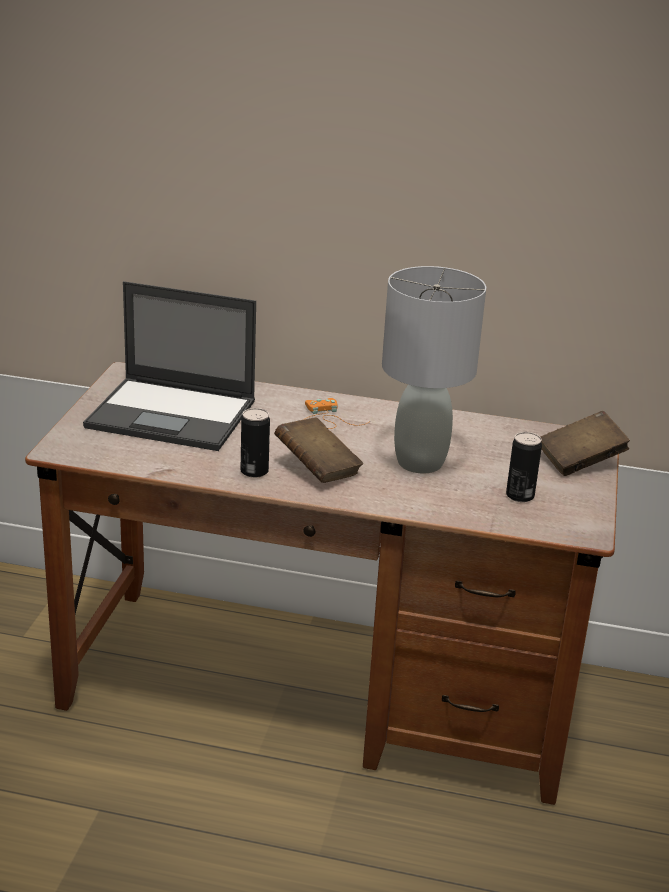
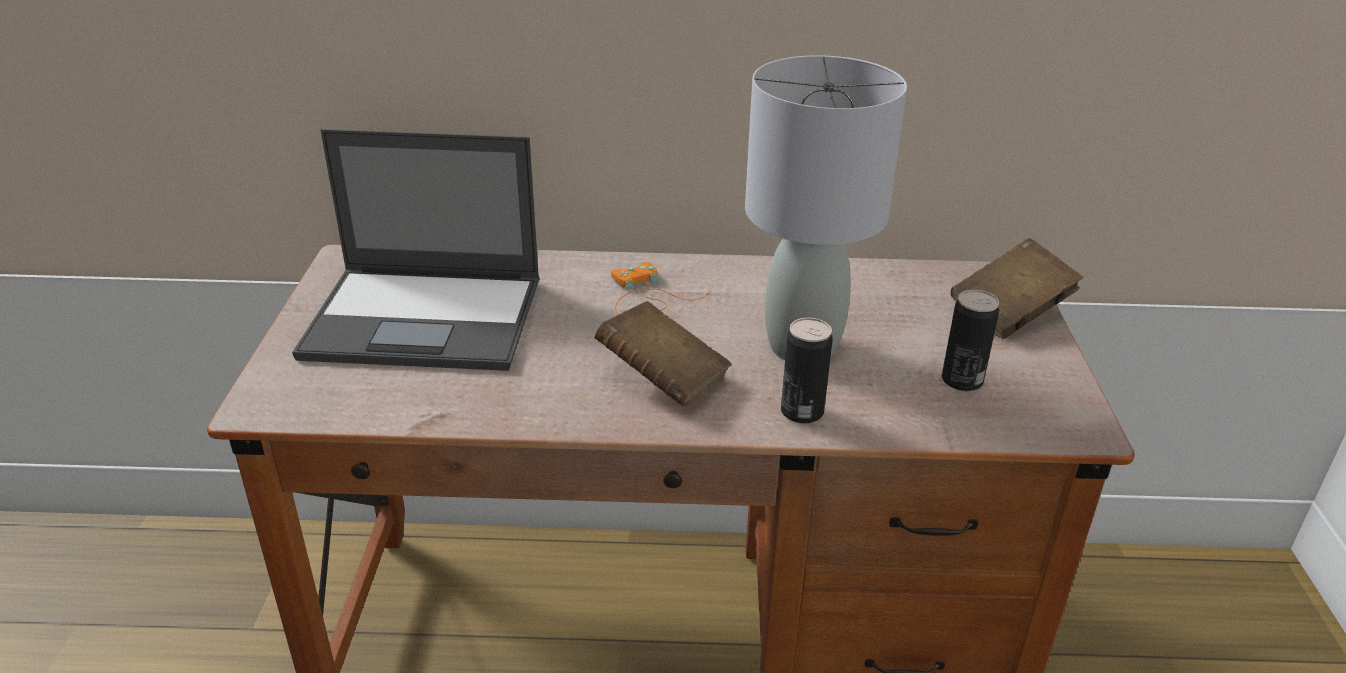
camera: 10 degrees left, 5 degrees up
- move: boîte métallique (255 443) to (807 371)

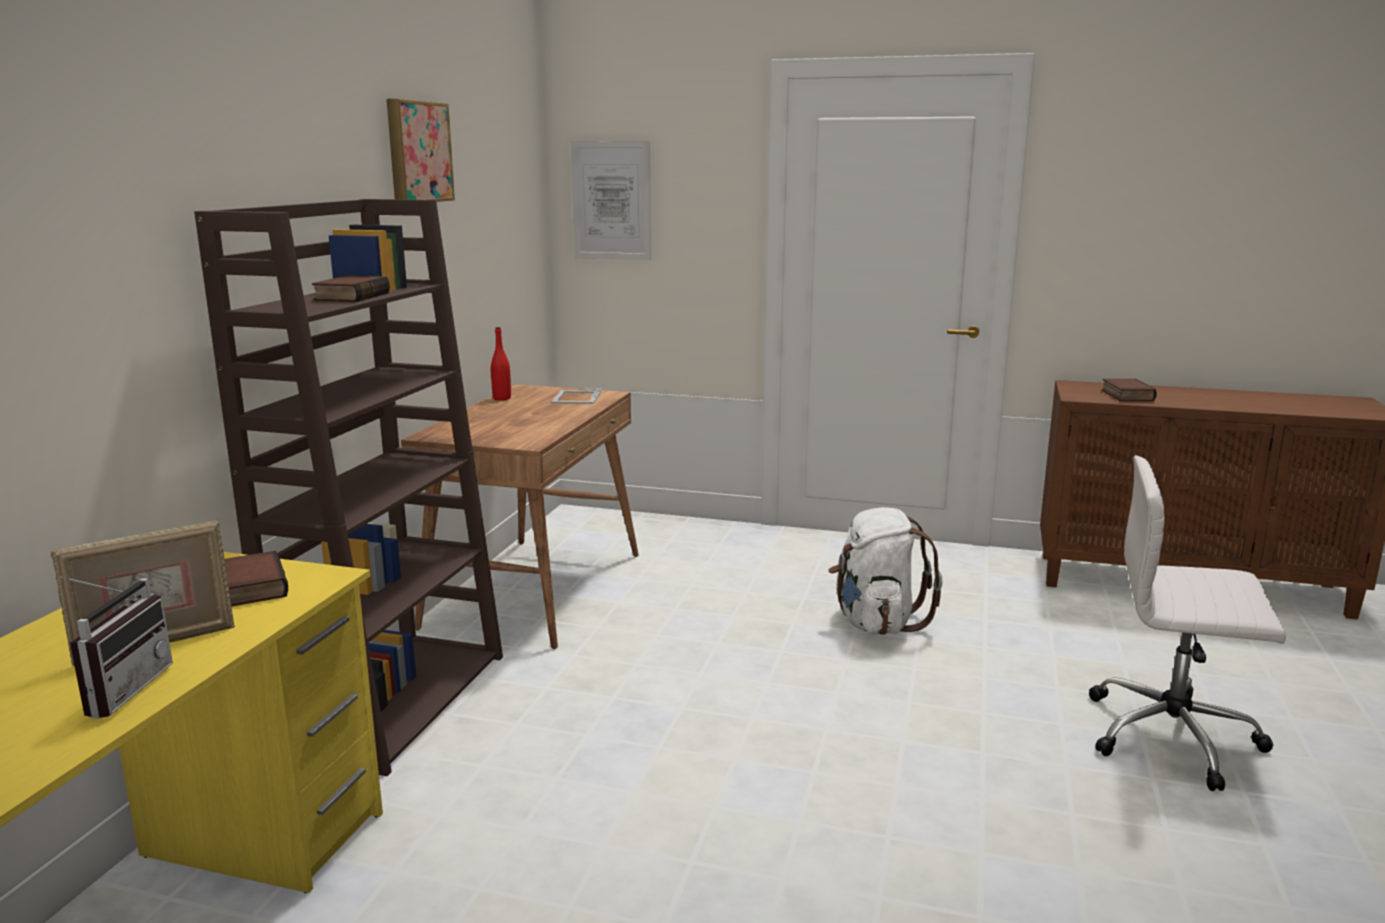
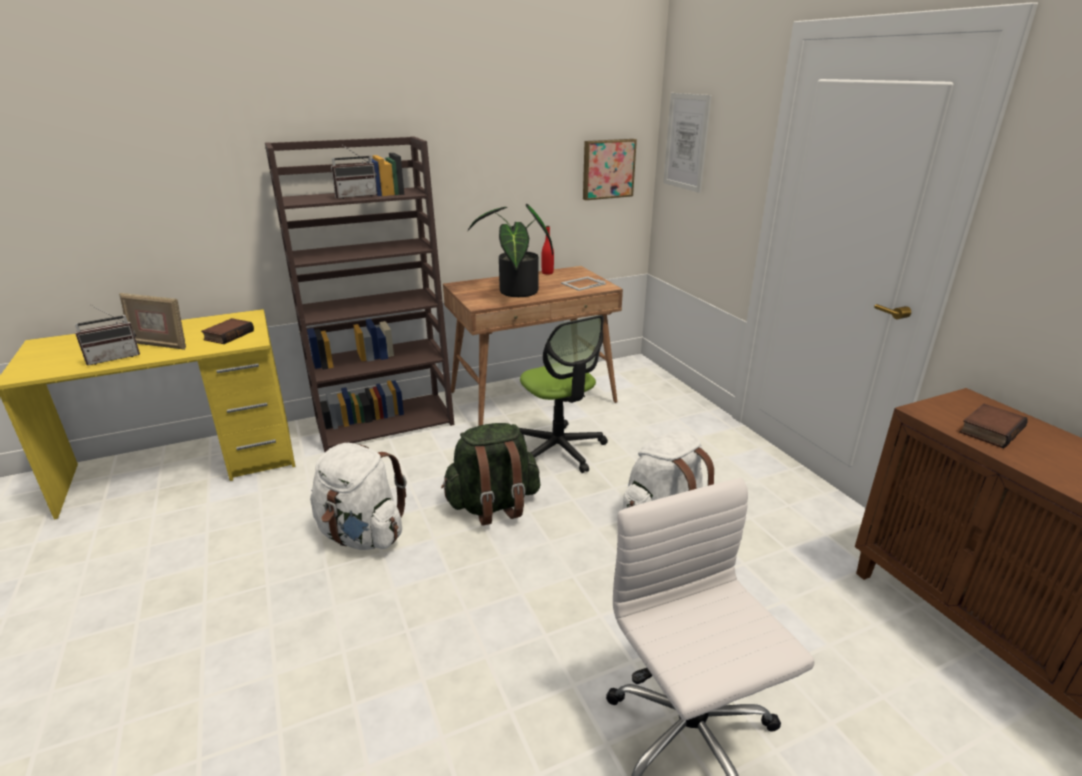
camera: 50 degrees right, 10 degrees up
- insert: sac à dos [blanc] (358 496)
- replace: livre (351 289) to radio (354 172)
- insert: sac à dos [vert] (491 474)
- insert: plante en pot (510 250)
- insert: chaise de bureau (563 394)
- move: tableau (421 150) to (610 169)

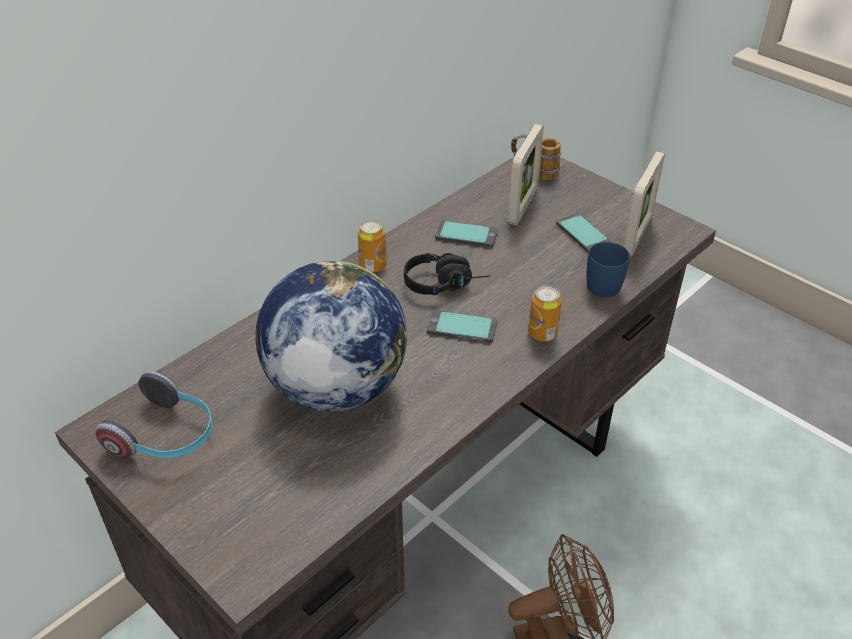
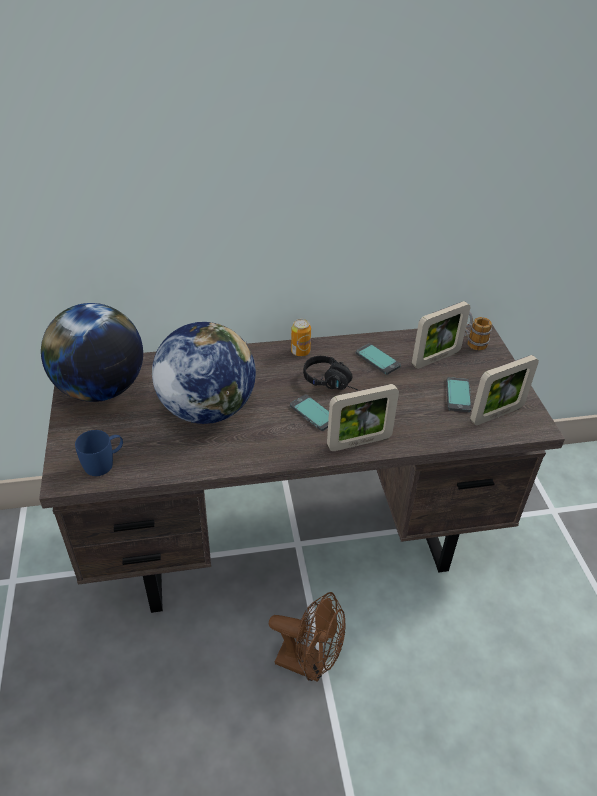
camera: 35 degrees right, 0 degrees up
- replace: casque audio (153 415) to globe (92 352)
- move: mug [bleu] (608 269) to (99 453)
- replace: boîte métallique (545 313) to cadre photo (363 417)

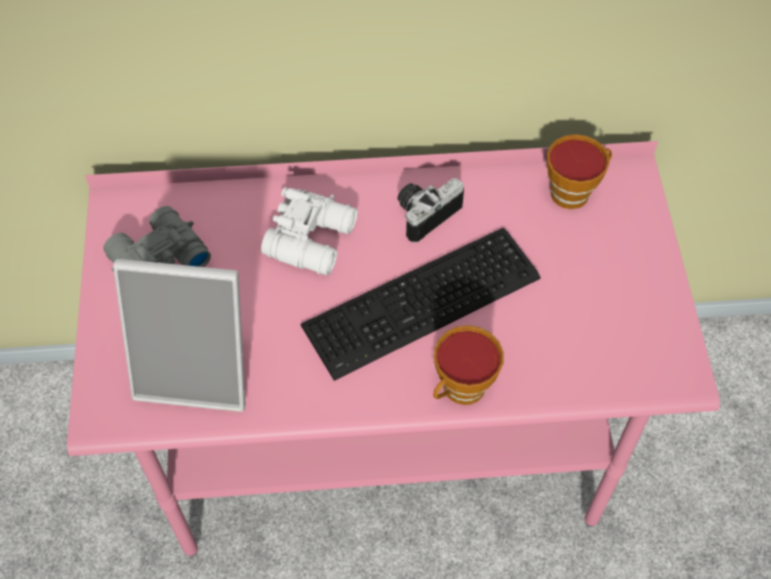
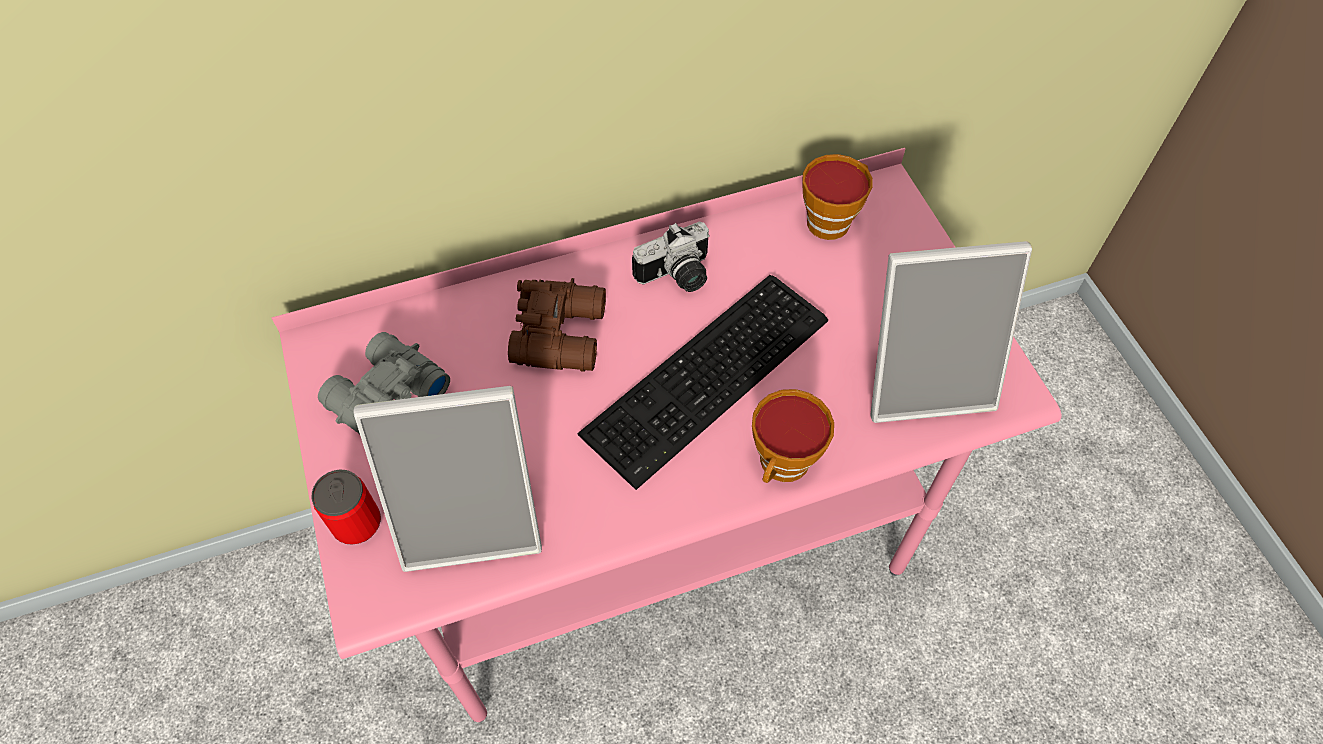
camera: 15 degrees left, 0 degrees up
- insert: boîte métallique (346 507)
- recolor: jumelles [blanc] (309 231) to jumelles [marron] (557 325)
- rotate: appareil photo (431 210) = (671 257) 150 degrees counterclockwise
- insert: cadre photo (951 332)

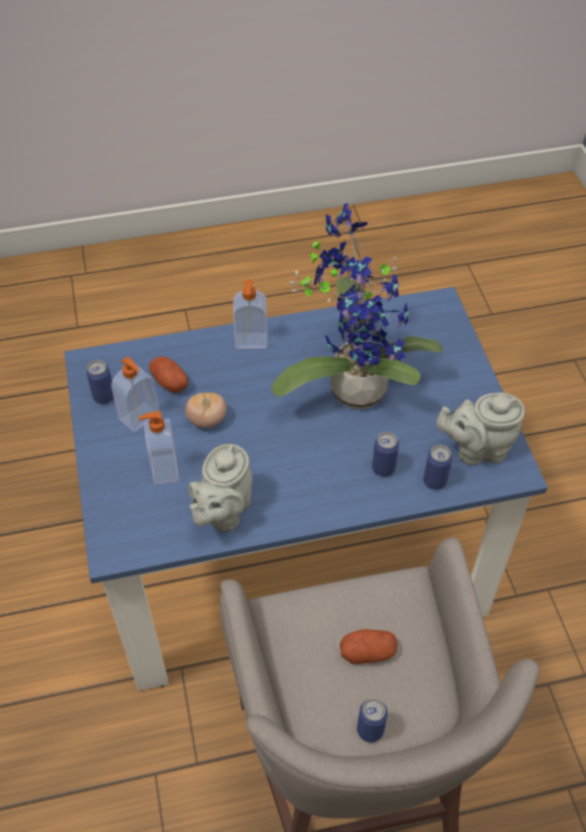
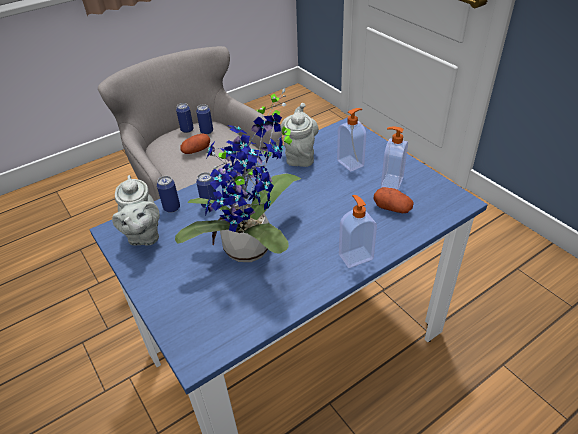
camera: 160 degrees right, 10 degrees down
- rotate: théière [gris] (480 429) = (136 210) 105 degrees clockwise
- move: boîte métallique (100 382) to (204 119)
- delete: tomate (206 410)

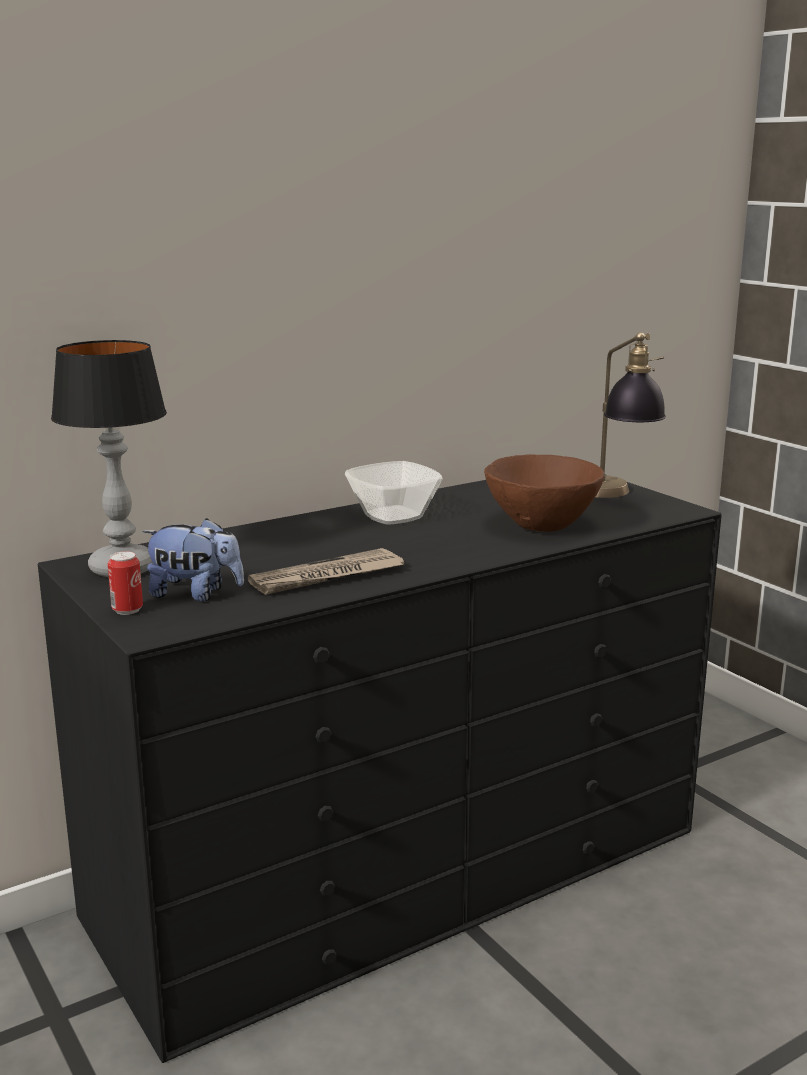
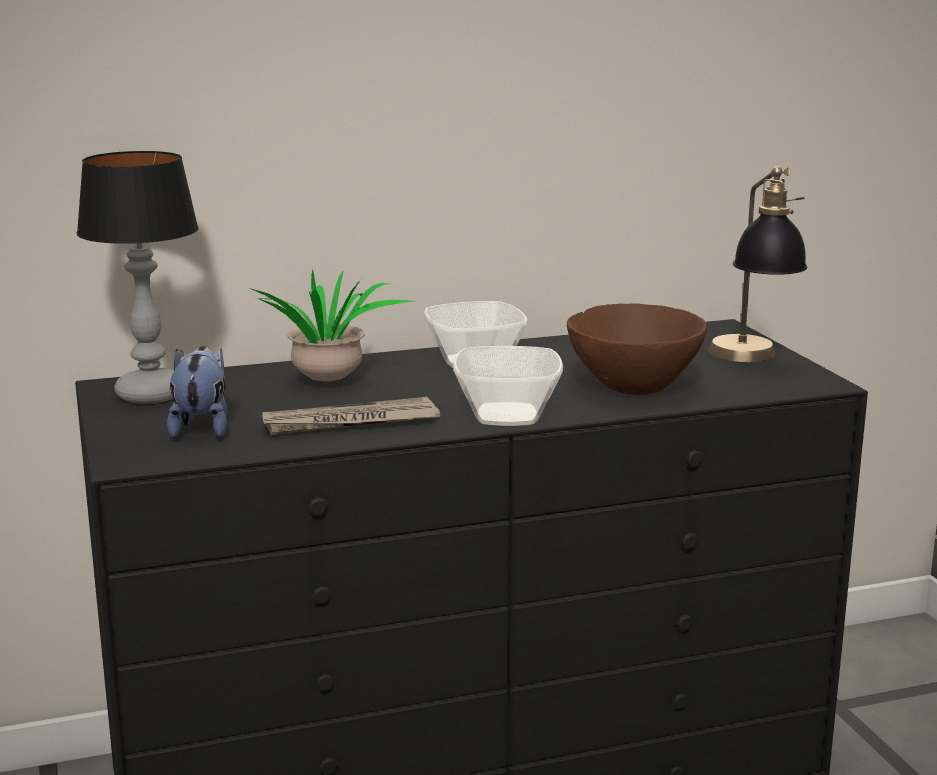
camera: 15 degrees right, 0 degrees up
- rotate: peluche (193 559) = (197 392) 120 degrees counterclockwise
- insert: plante en pot (331 325)
- insert: bol (508 386)
- delete: boîte métallique (125 583)

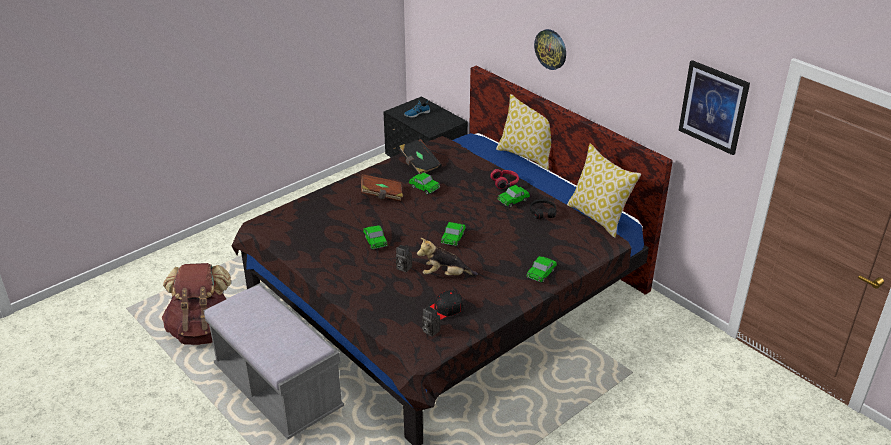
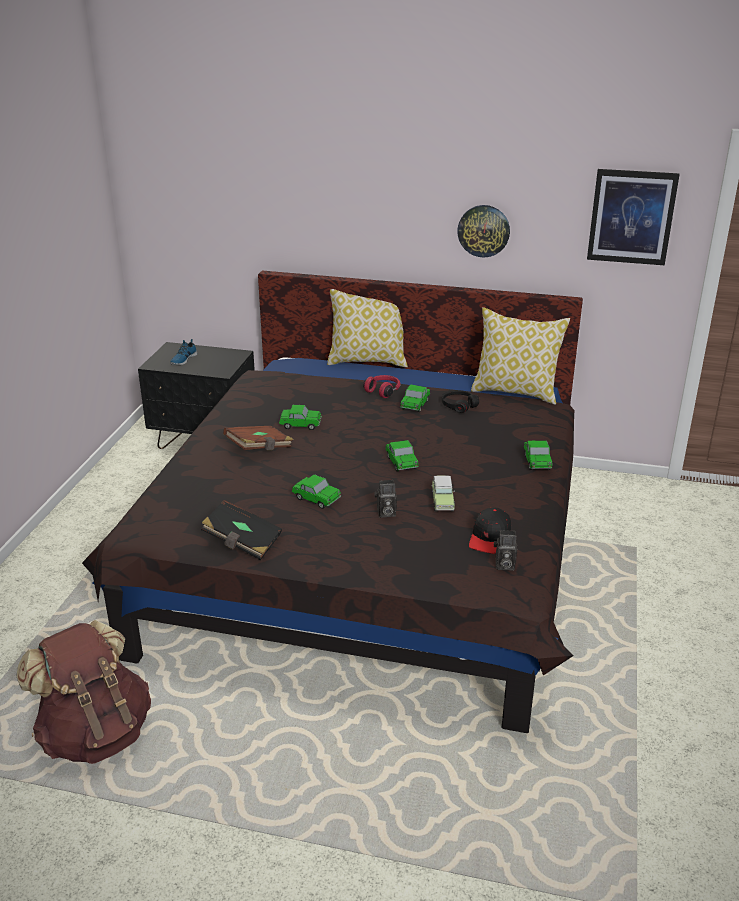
camera: 35 degrees left, 5 degrees down
- move: livre [noir] (420 156) to (241 530)
- replace: peluche (447 257) to petite voiture (443 493)
- move: horloge murale (550 49) to (483 231)
- delete: banc [gris] (273 361)

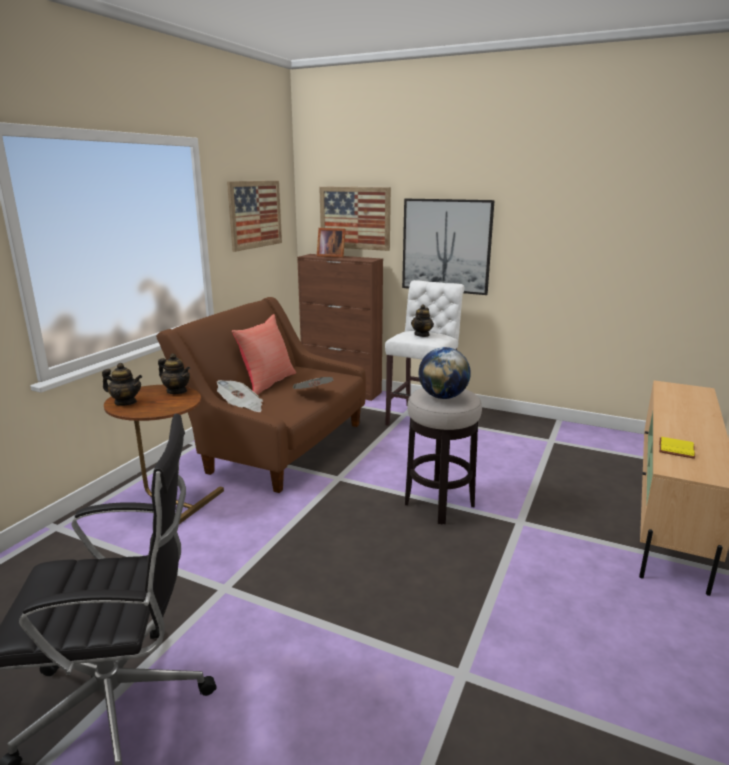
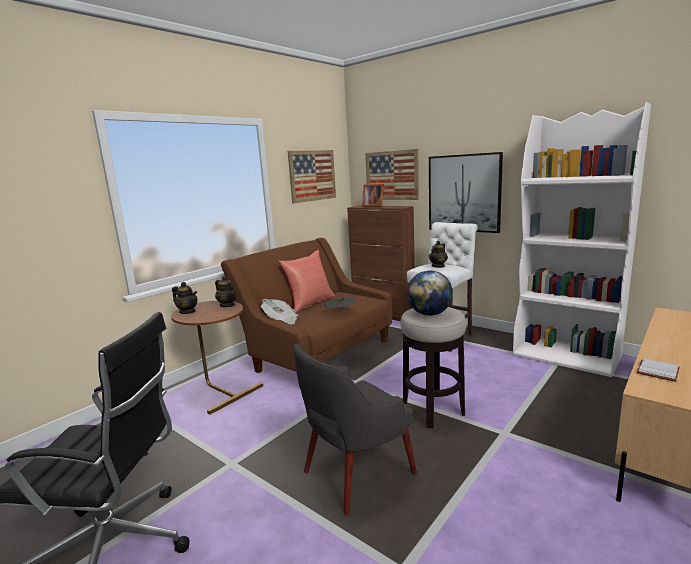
camera: 15 degrees right, 5 degrees down
- insert: fauteuil [gris] (355 430)
- insert: bibliothèque [blanc] (582 239)
- recolor: livre [jaune] (677 448) to livre [blanc] (658 370)

